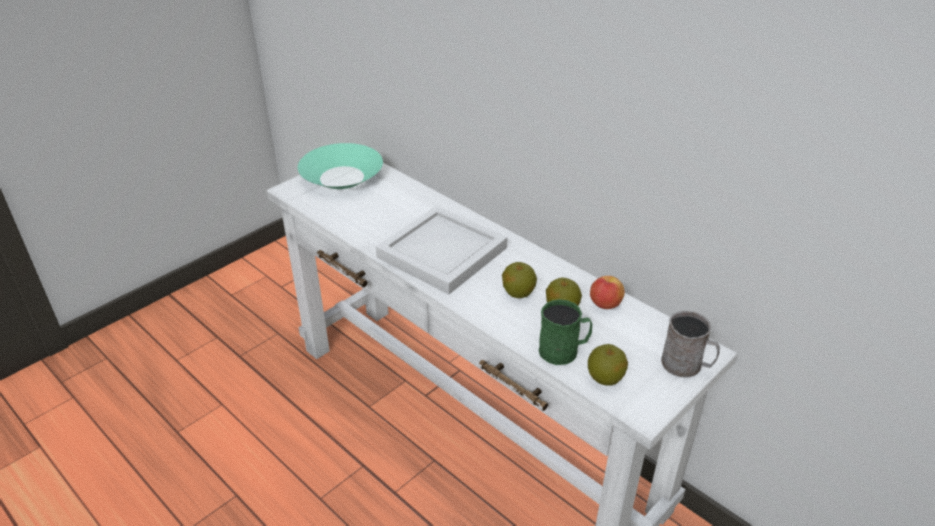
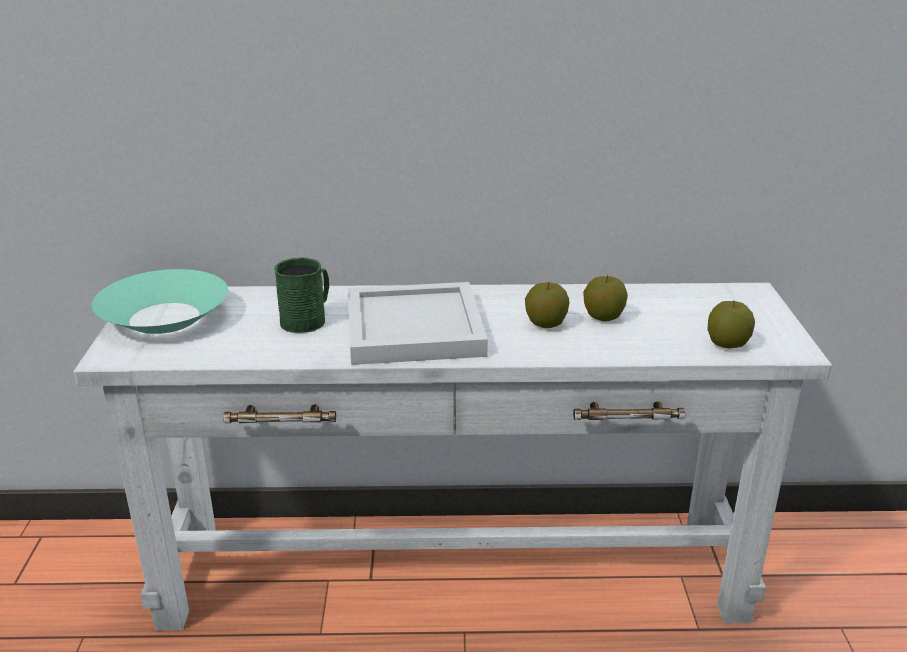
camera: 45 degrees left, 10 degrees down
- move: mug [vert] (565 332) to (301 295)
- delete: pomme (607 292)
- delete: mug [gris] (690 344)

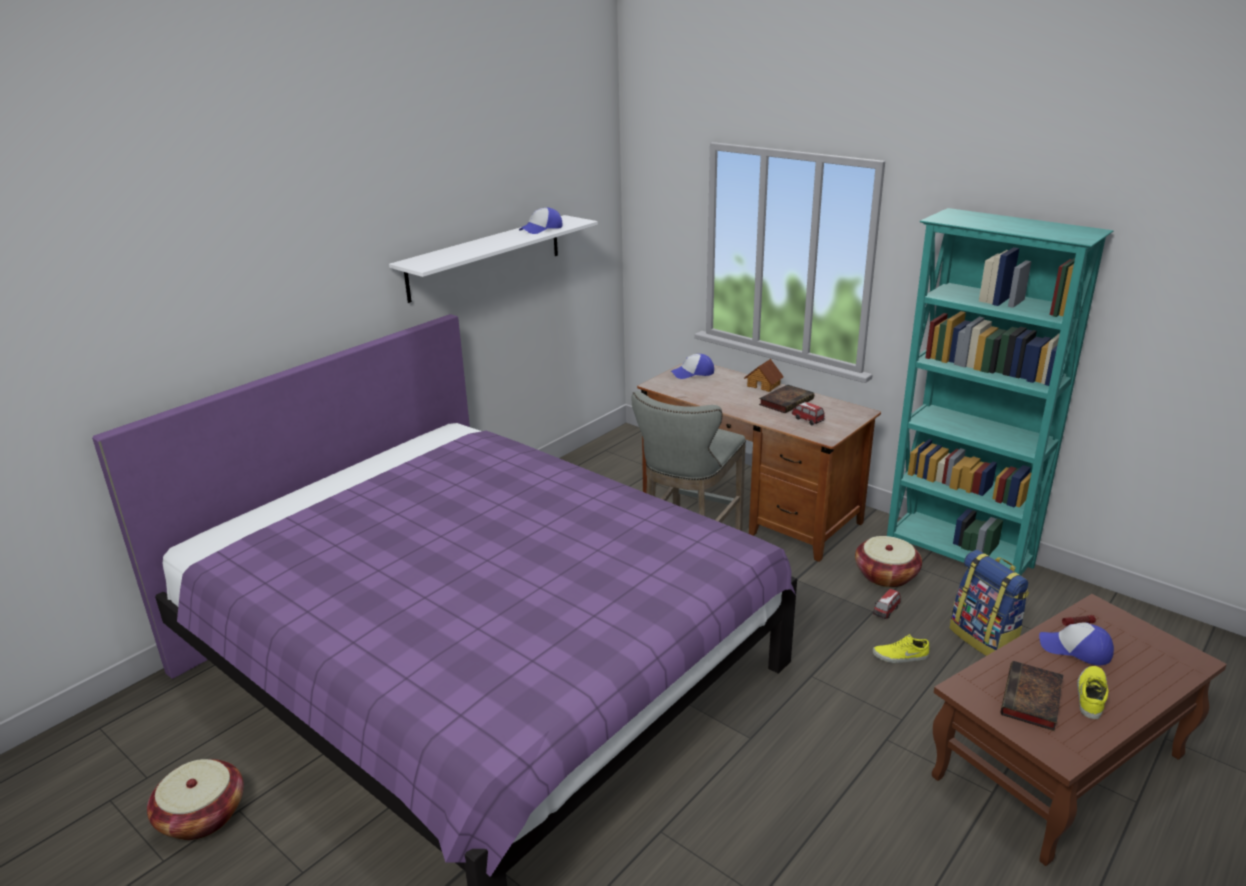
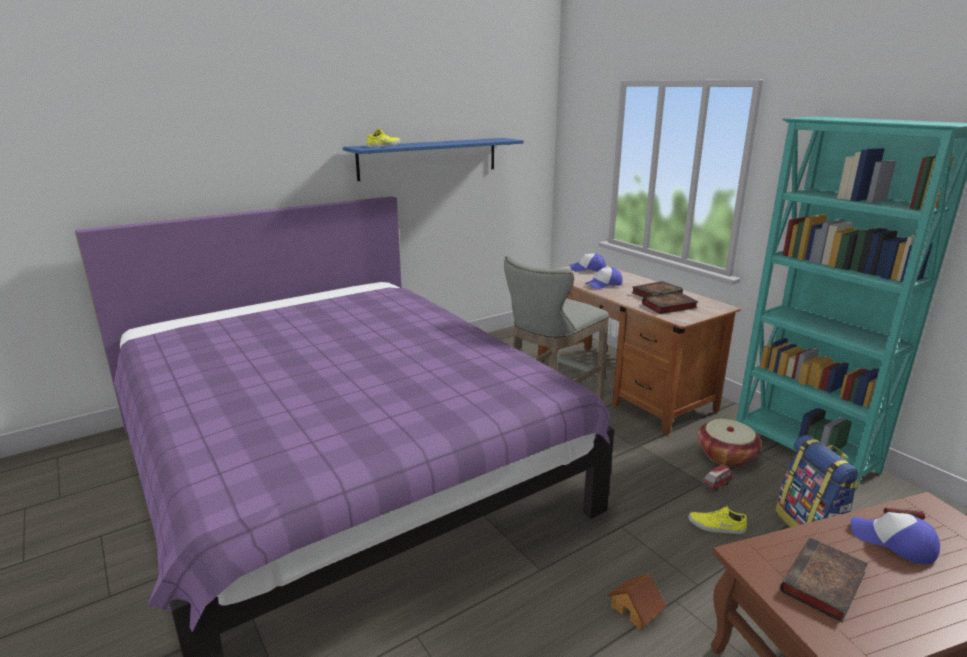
camera: 15 degrees right, 5 degrees down
- recolor: étagère [blanc] (493 259) to étagère [bleu] (433 159)
- move: chaussure [jaune] (1092 692) to (383 138)
- move: casquette (540 220) to (604 278)
- move: maison miniature (764 375) to (637 602)
- replace: petite voiture (808 413) to livre (670 303)
- delete: panier (195 799)

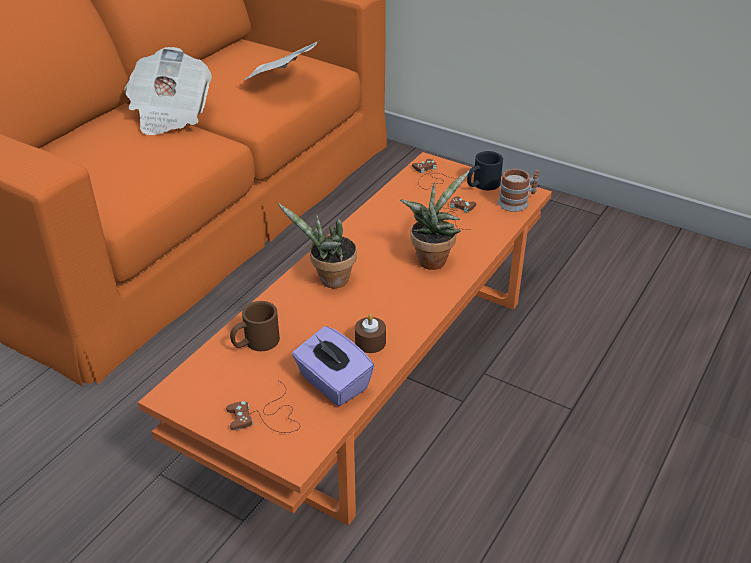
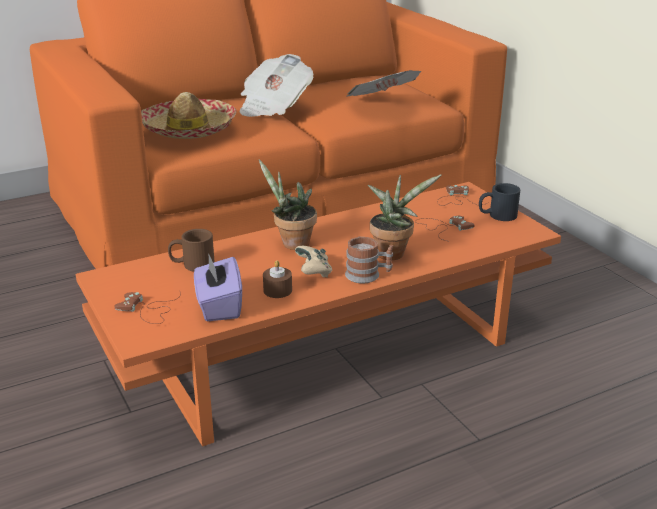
camera: 30 degrees right, 10 degrees down
- insert: chapeau (189 115)
- insert: manette [beige] (313 262)
- move: mug (518 190) to (369 259)

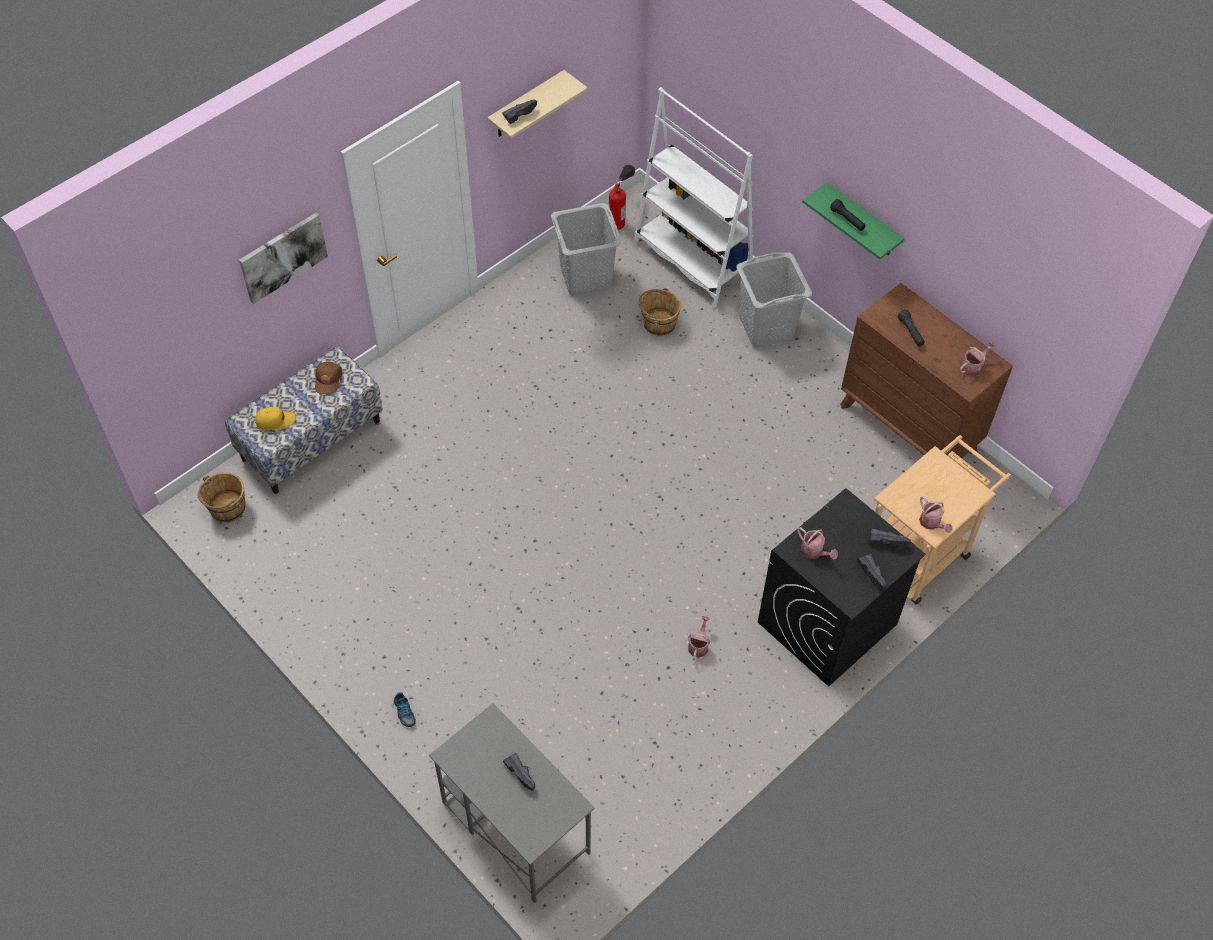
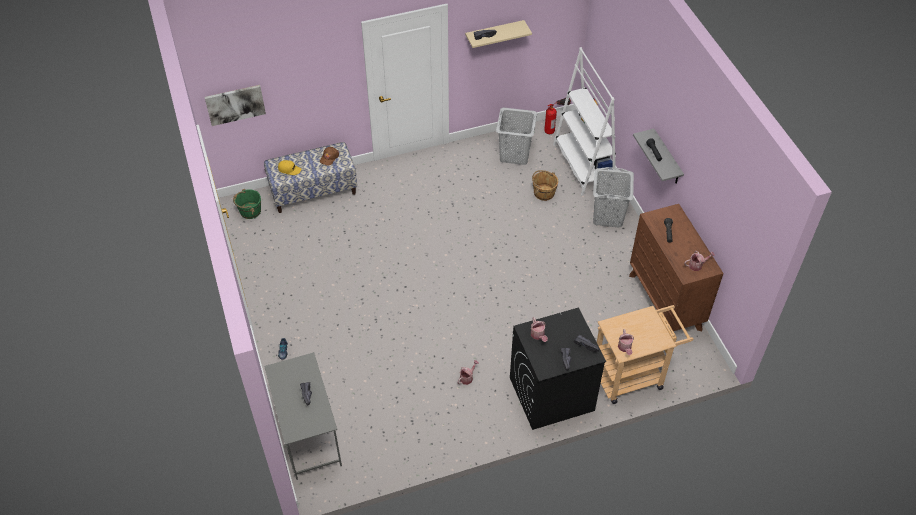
camera: 25 degrees right, 5 degrees down
- move: tableau (283 258) to (235 105)
- recolor: seau [marron] (221 497) to seau [vert] (247 204)
- recolor: étagère [vert] (853 221) to étagère [gris] (658 156)

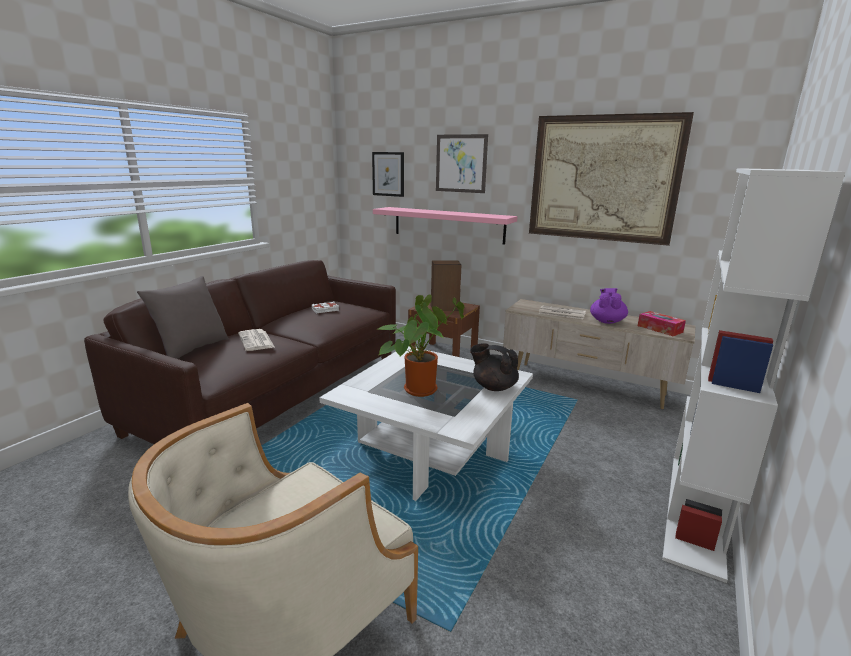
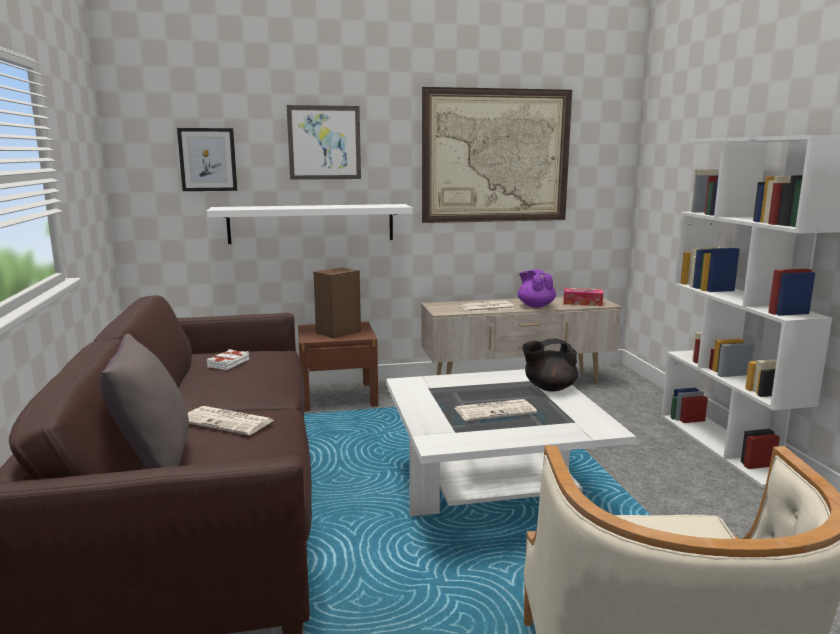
camera: 40 degrees left, 5 degrees down
- recolor: étagère [rose] (445 226) to étagère [blanc] (309 224)
- replace: plante en pot (421 345) to journal (496 410)

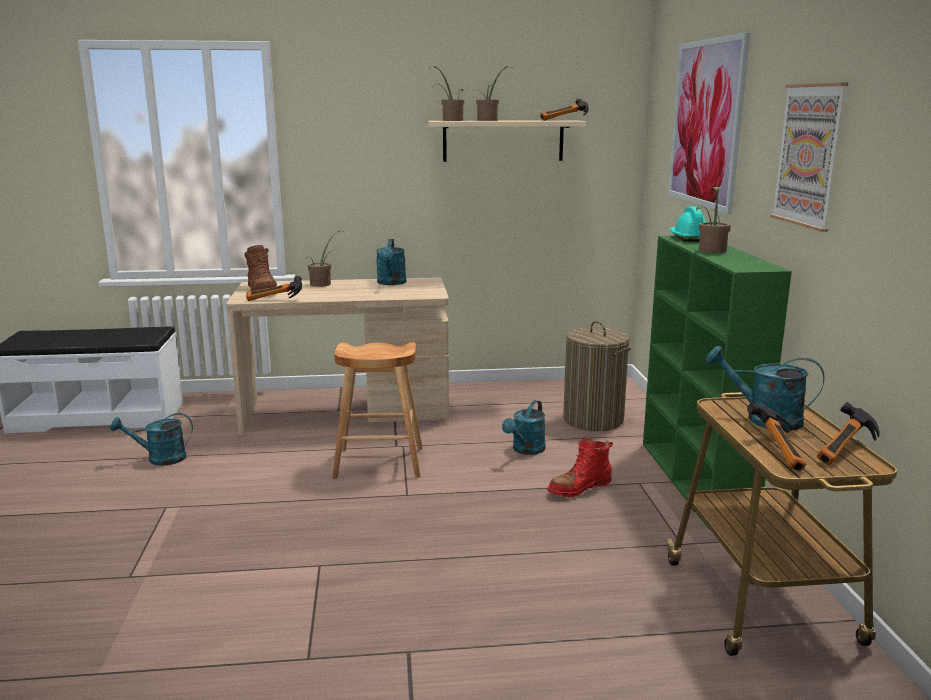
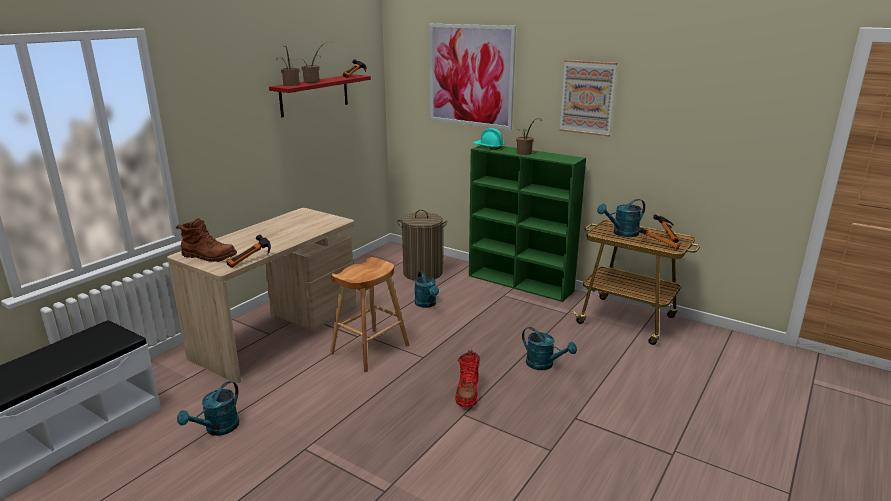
camera: 50 degrees left, 5 degrees up
- recolor: étagère [beige] (507 141) to étagère [rouge] (320 95)
- move: botte [rouge] (580 467) to (467 378)
- move: arrosoir [turquoise] (391 262) to (549 348)
- delete: plante en pot (325 259)

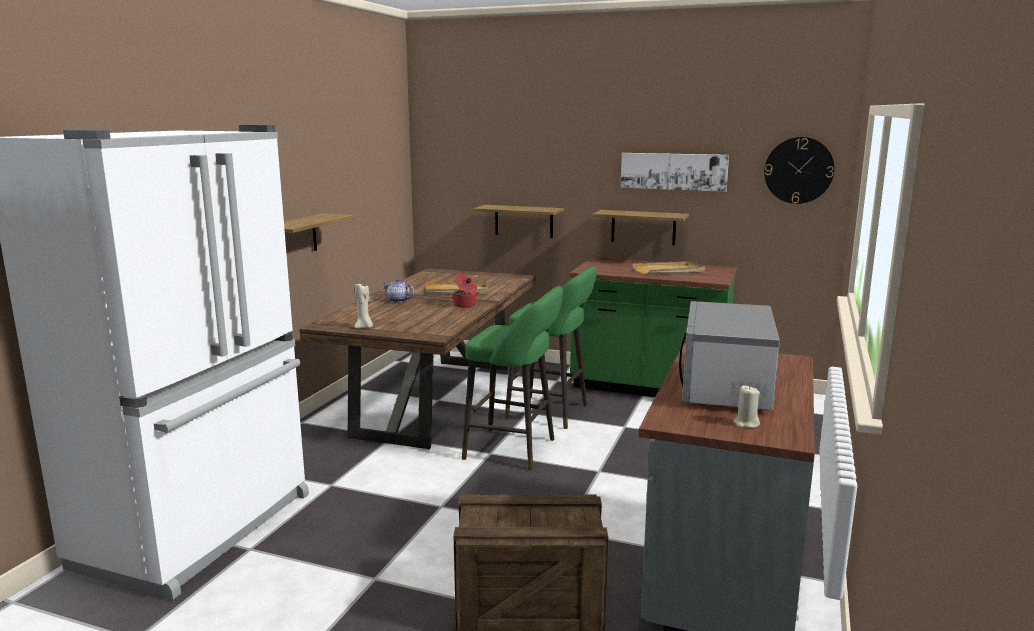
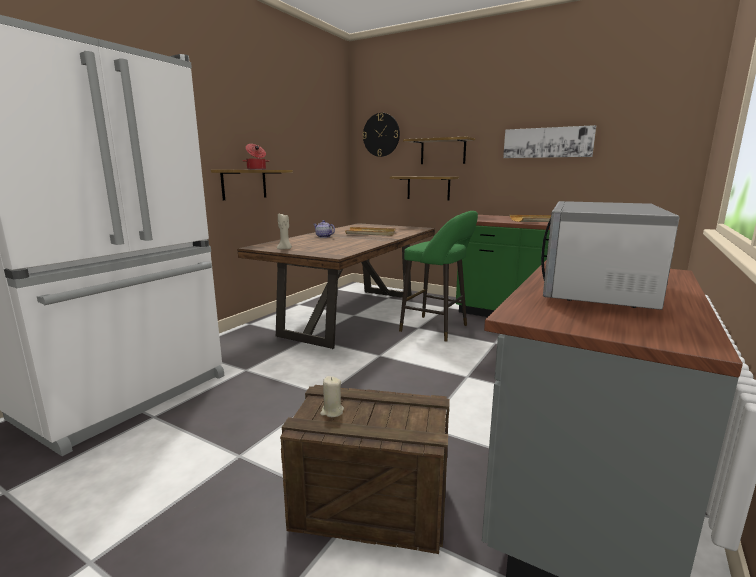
camera: 10 degrees right, 0 degrees up
- move: marmite (465 291) to (255 157)
- move: bougie [beige] (746 406) to (332 396)
- move: horloge murale (799 170) to (381 135)
- move: étagère (640 227) to (439 150)
- delete: tabouret [vert] (512 378)

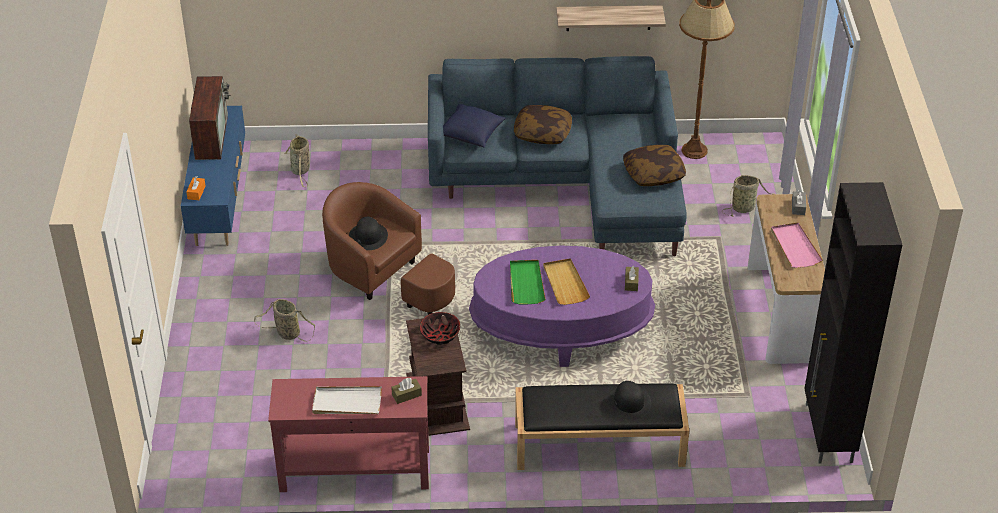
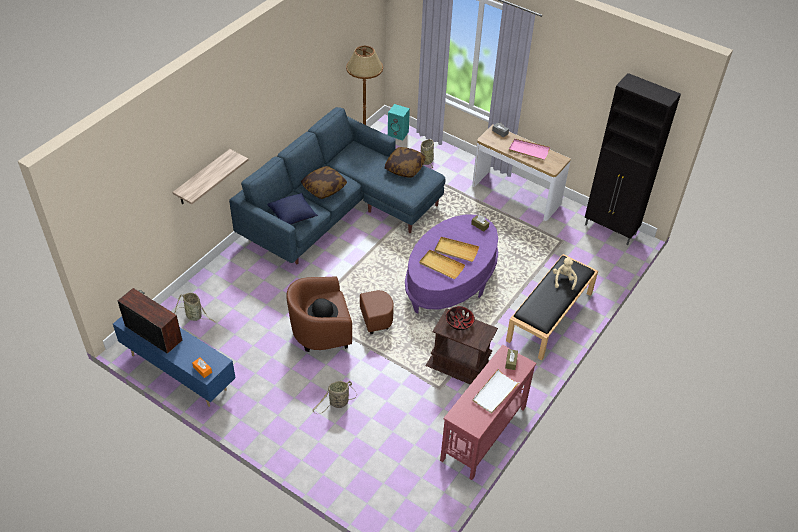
camera: 55 degrees left, 5 degrees up
- move: étagère (611 18) to (211 176)
- insert: enceinte [turquoise] (399 122)
- recolor: plateau [vert] (528 282) to plateau [beige] (442 264)
- replace: chapeau [noir] (629 400) to peluche [beige] (565 273)

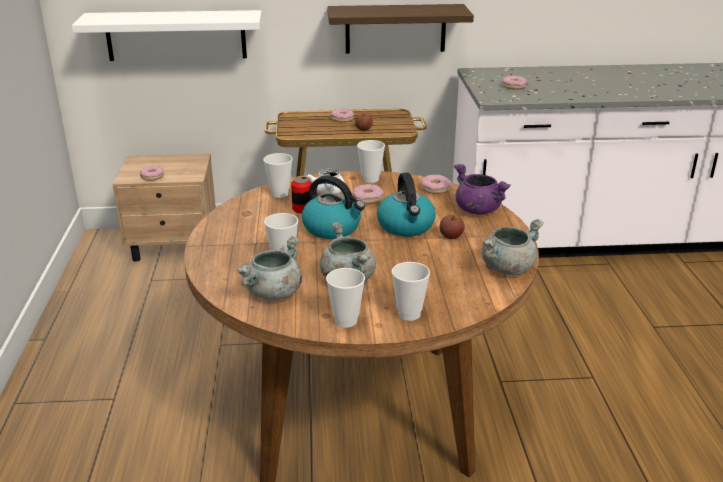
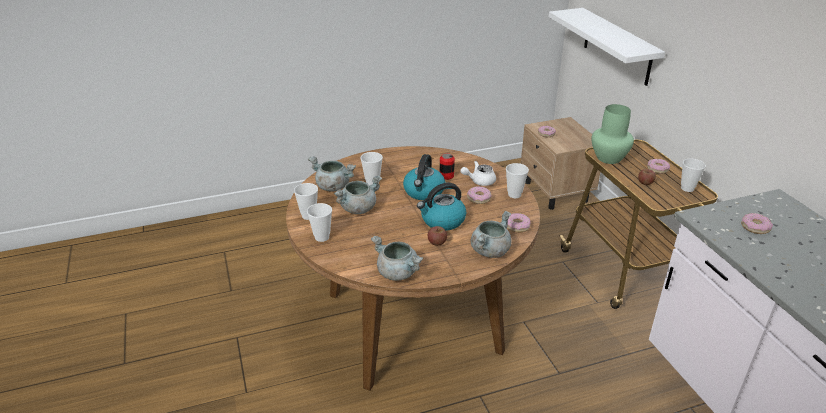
camera: 75 degrees right, 5 degrees up
- recolor: marmite [violet] (482 189) to marmite [gris] (491 234)
- insert: vase [vert] (612 134)
- move: tasse (278 175) to (693 175)
- delete: étagère (400 28)

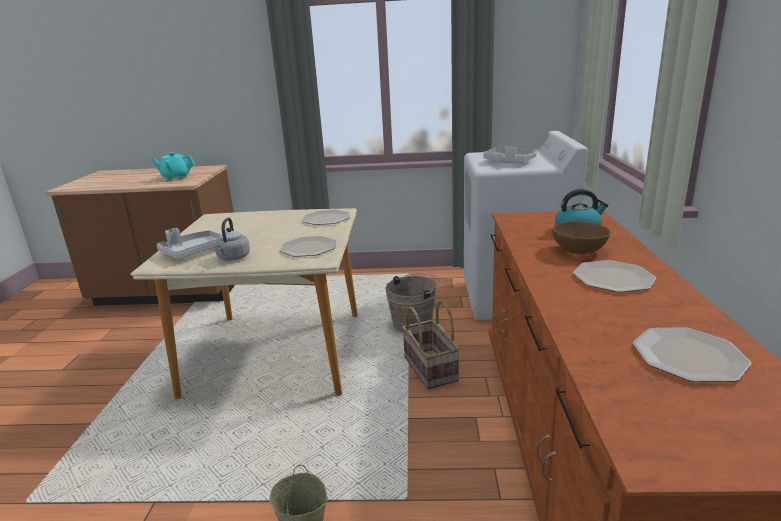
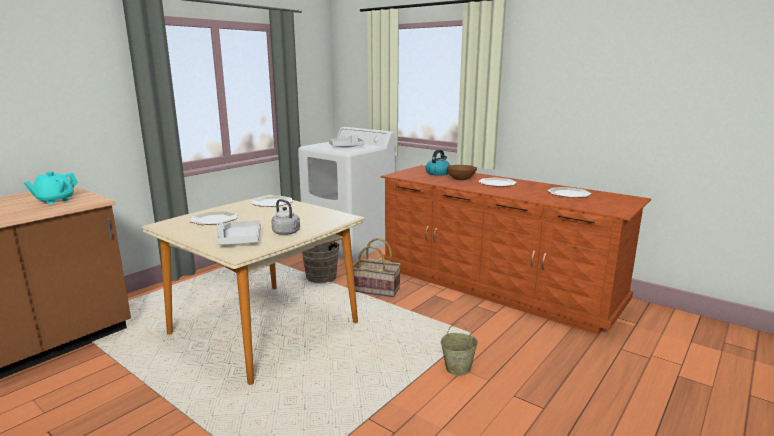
camera: 55 degrees left, 5 degrees down
- move: assiette (308 246) to (214 218)

